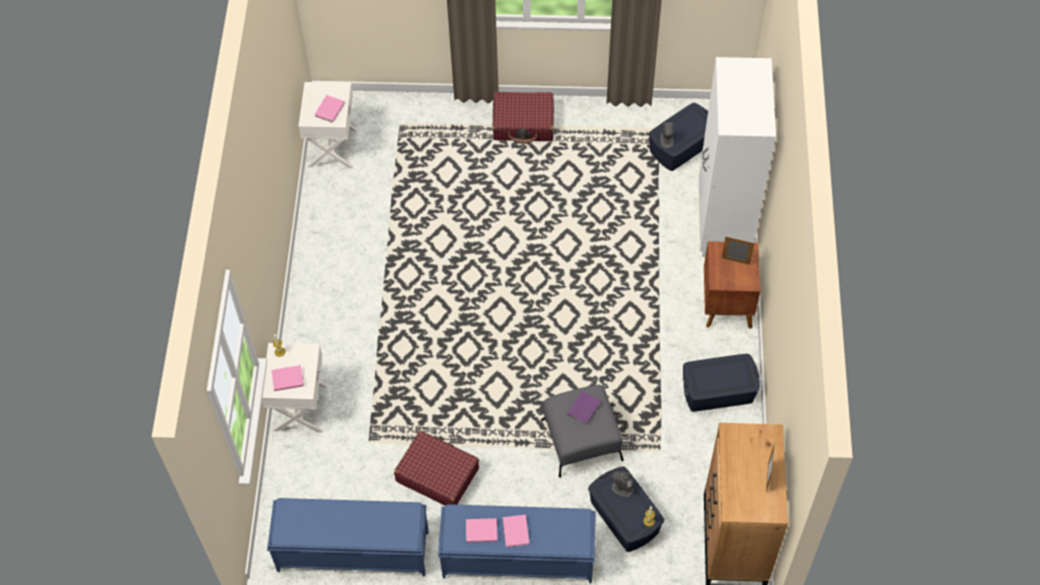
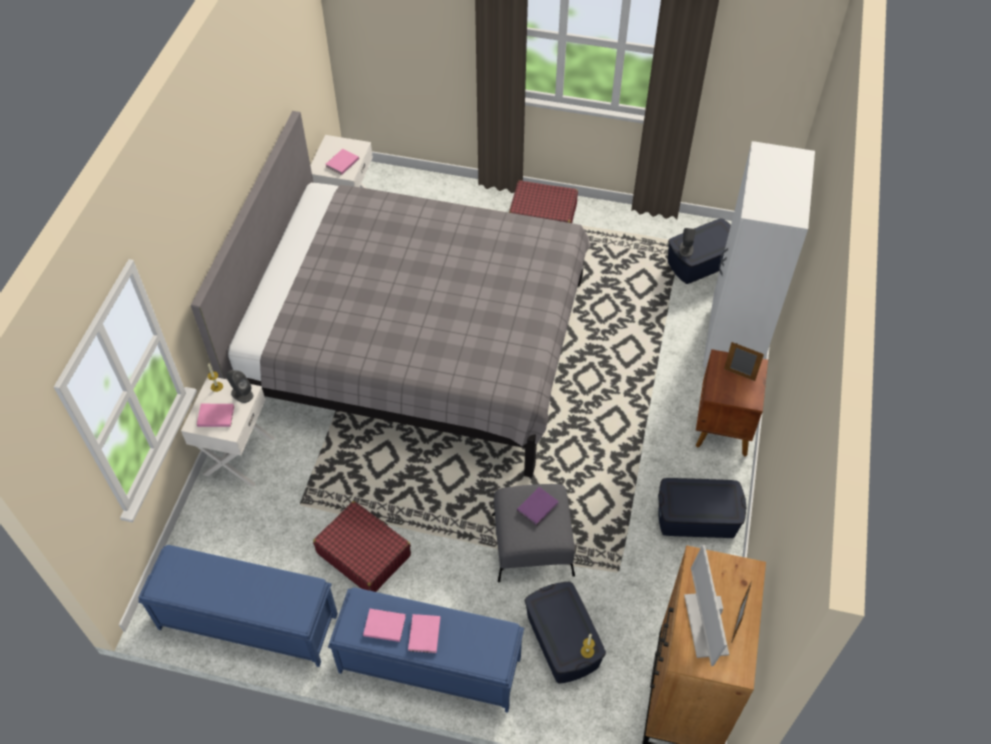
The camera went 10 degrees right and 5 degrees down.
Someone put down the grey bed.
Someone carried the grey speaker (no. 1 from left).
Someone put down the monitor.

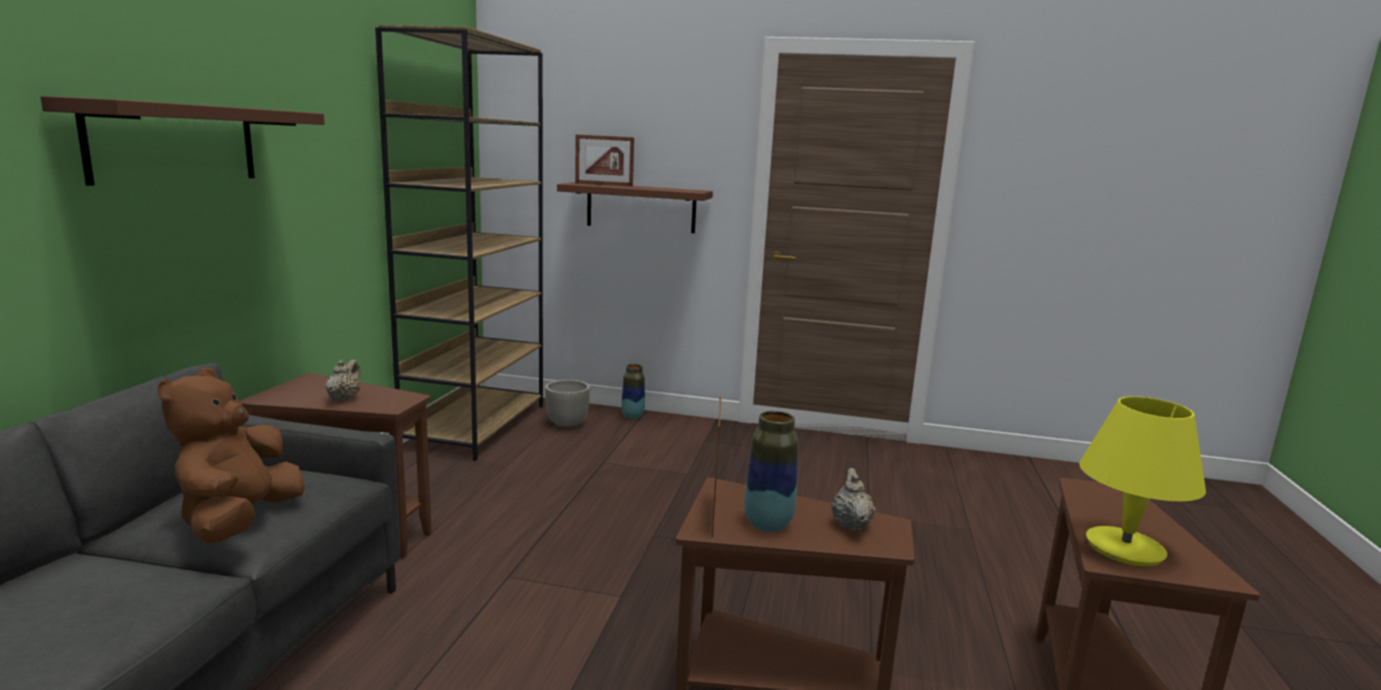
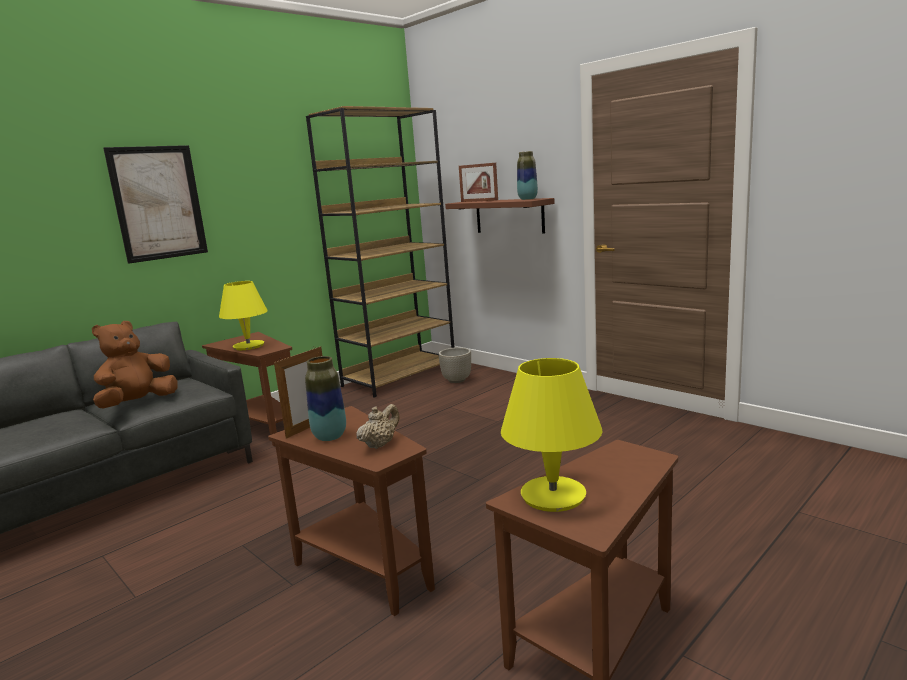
The camera went 35 degrees right and 0 degrees up.
Someone swapped the brown shelf (no. 1 from left) for the picture.
Someone swapped the beige teapot (no. 1 from left) for the yellow table lamp (no. 1 from left).
Someone carried the vase (no. 1 from left in the first image).

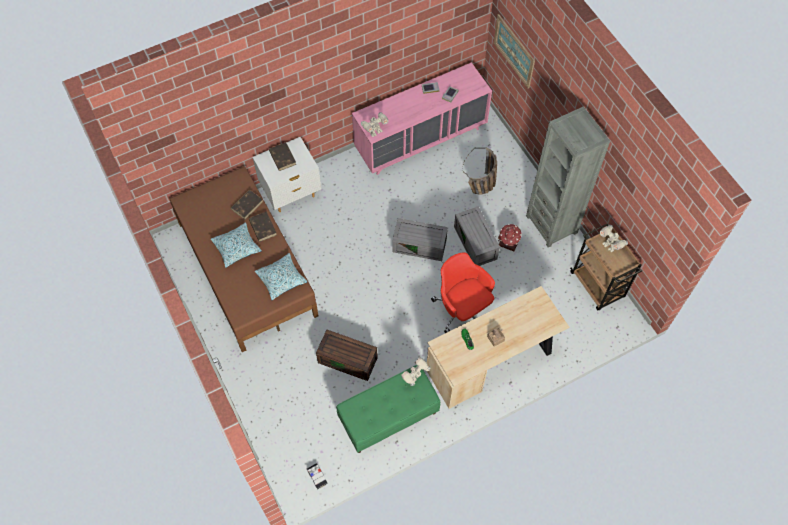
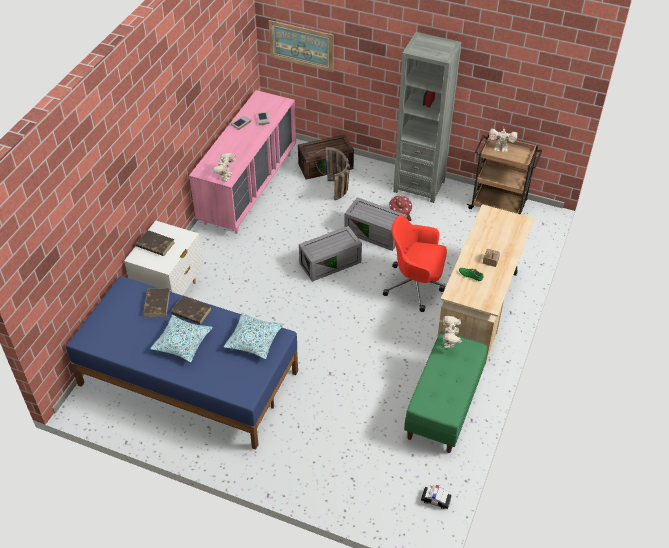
The camera went 40 degrees left and 15 degrees down.
Someone repainted the brown bed, which became the blue bed.
Someone carried the brown storage box.

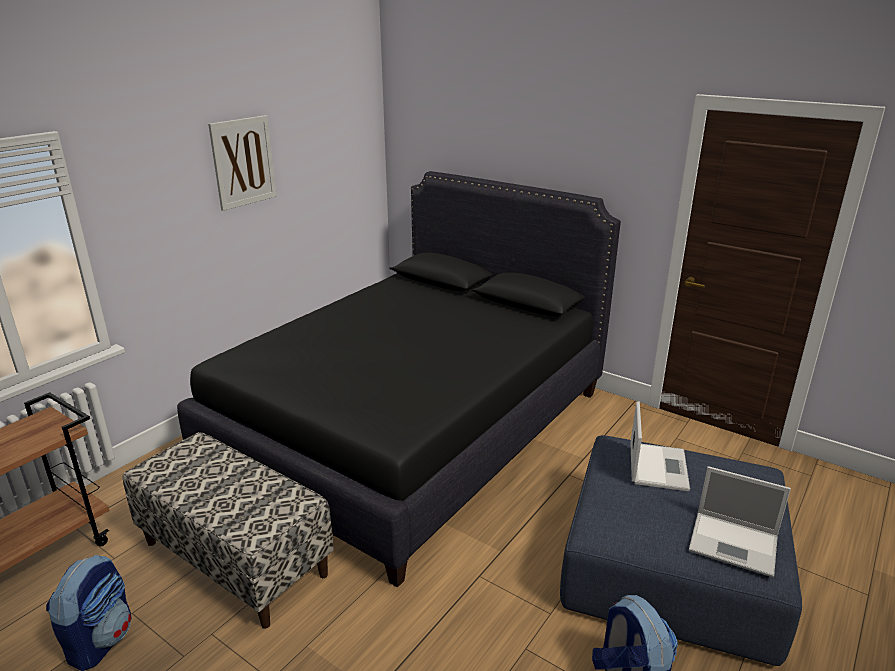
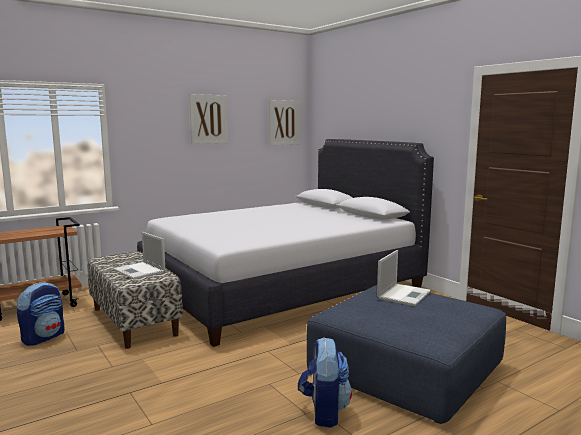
The camera went 20 degrees right and 15 degrees down.
Someone carried the laptop (no. 2 from left in the first image).
Someone repainted the black bed, which became the white bed.
Someone put up the picture (no. 2 from left).

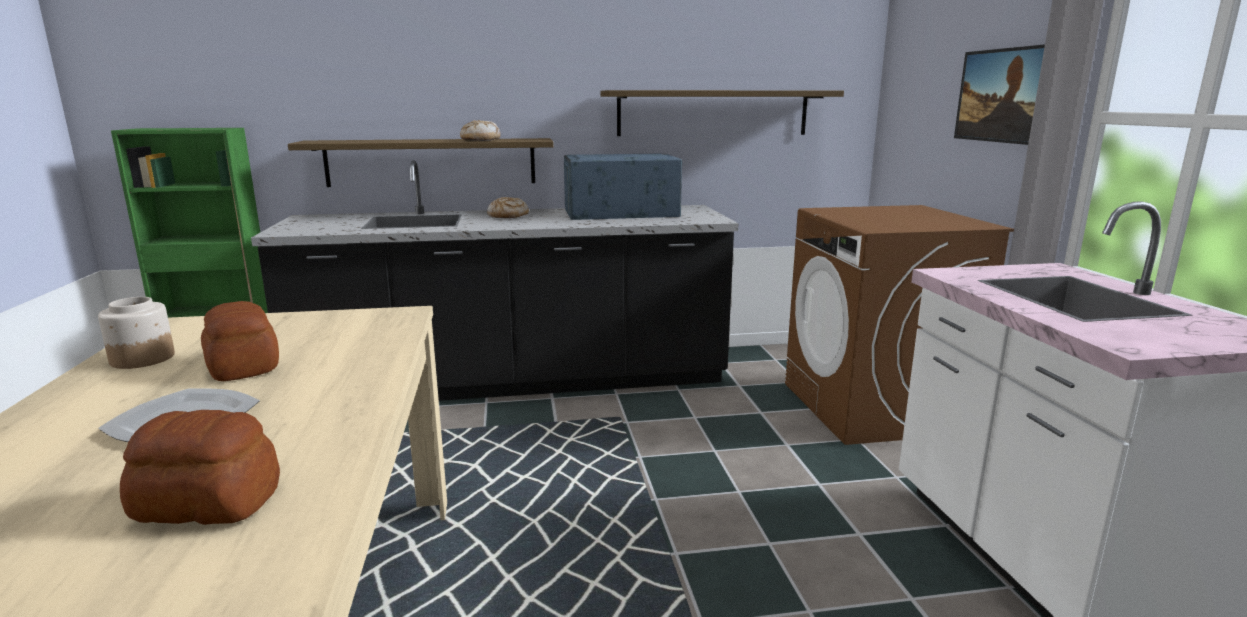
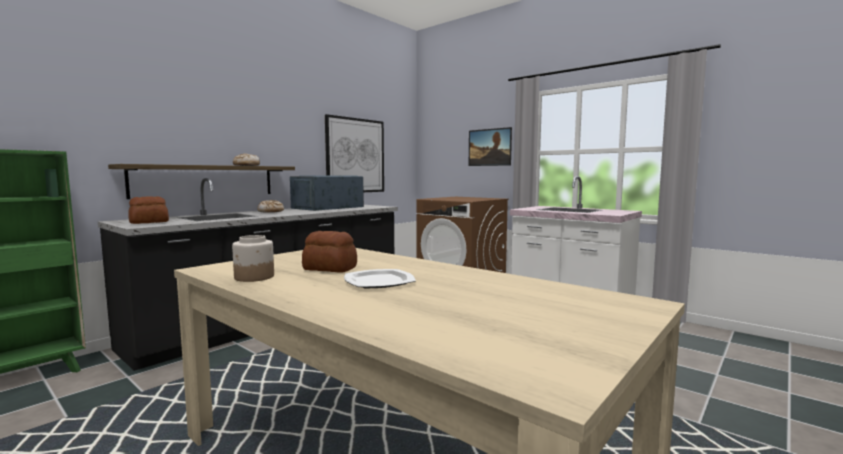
The camera went 40 degrees left and 10 degrees down.
Someone carried the bread (no. 1 from left).
Someone swapped the shelf (no. 2 from left) for the picture (no. 1 from left).

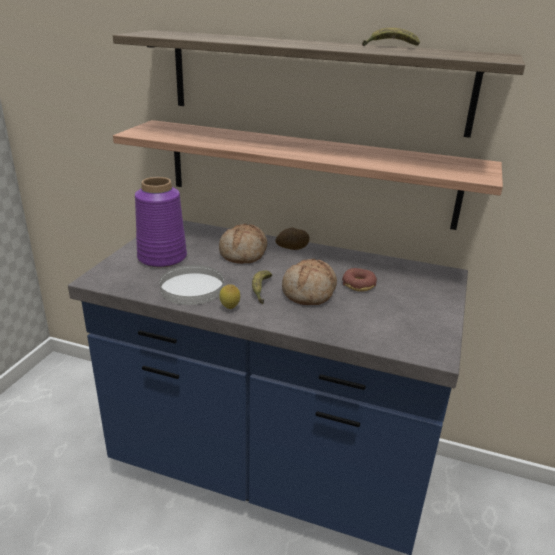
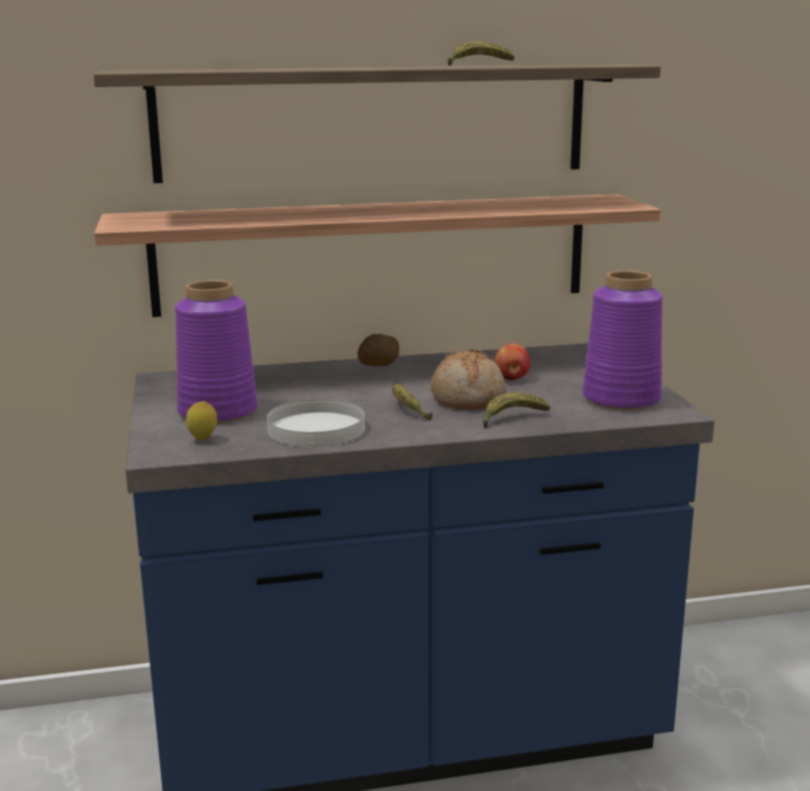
The camera went 30 degrees left and 10 degrees down.
Someone carried the lemon.
Someone put down the banana (no. 3 from left).
Someone swapped the donut for the apple.
Someone put down the purple vase (no. 2 from left).
Someone took away the bread (no. 1 from left).

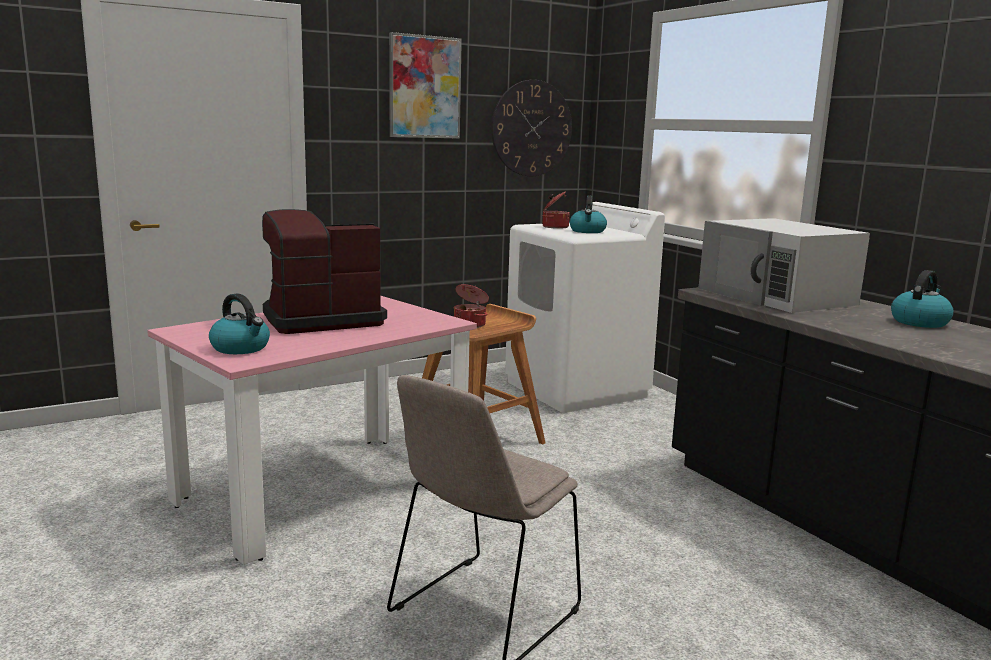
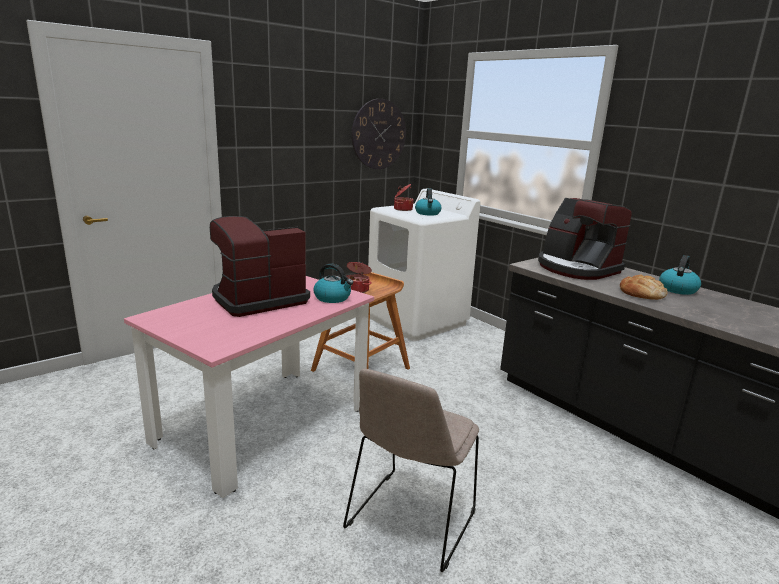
The camera went 10 degrees left and 5 degrees up.
Someone carried the kettle (no. 1 from left).
Someone swapped the white microwave for the coffee machine (no. 2 from left).
Someone put down the bread.
Someone took away the picture.

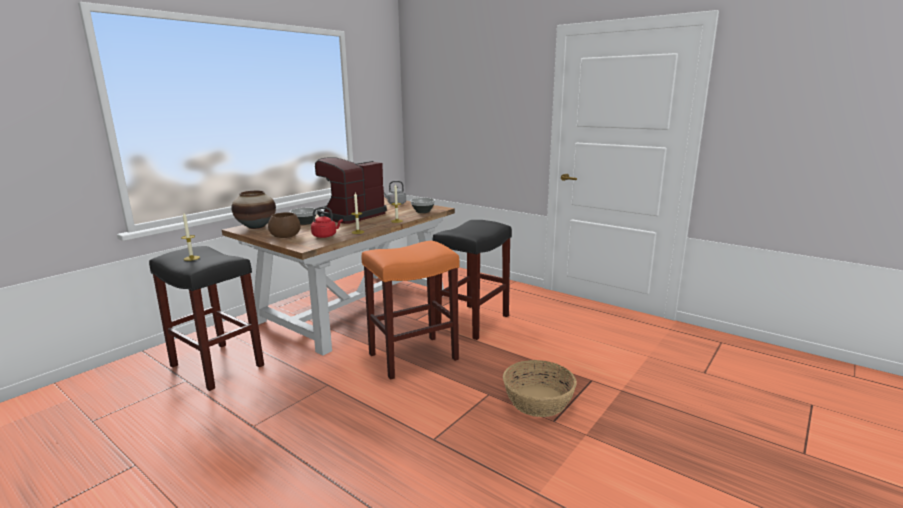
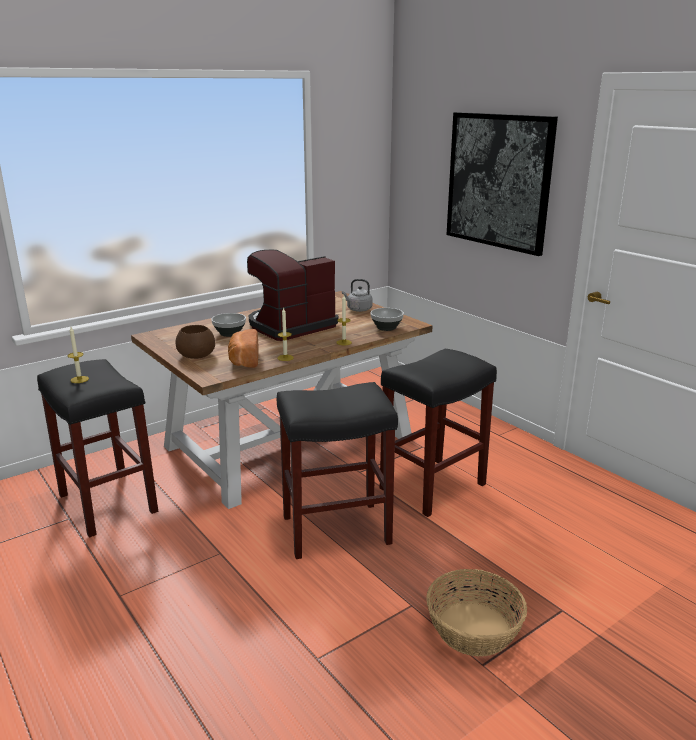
The camera went 15 degrees right and 5 degrees up.
Someone swapped the red kettle for the bread.
Someone repainted the orange stool, which became the black stool (no. 2 from left).
Someone put up the picture.
Someone took away the vase.

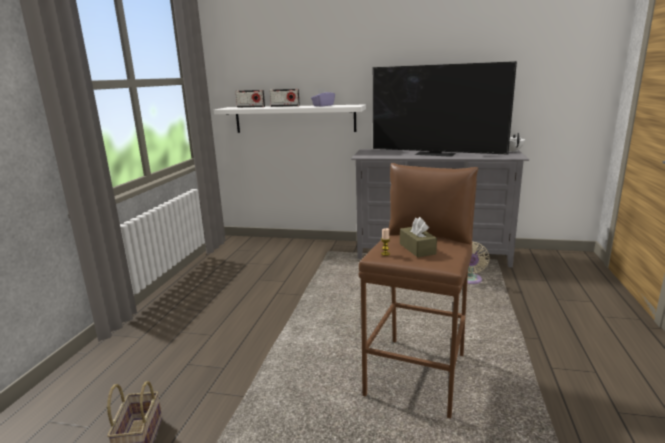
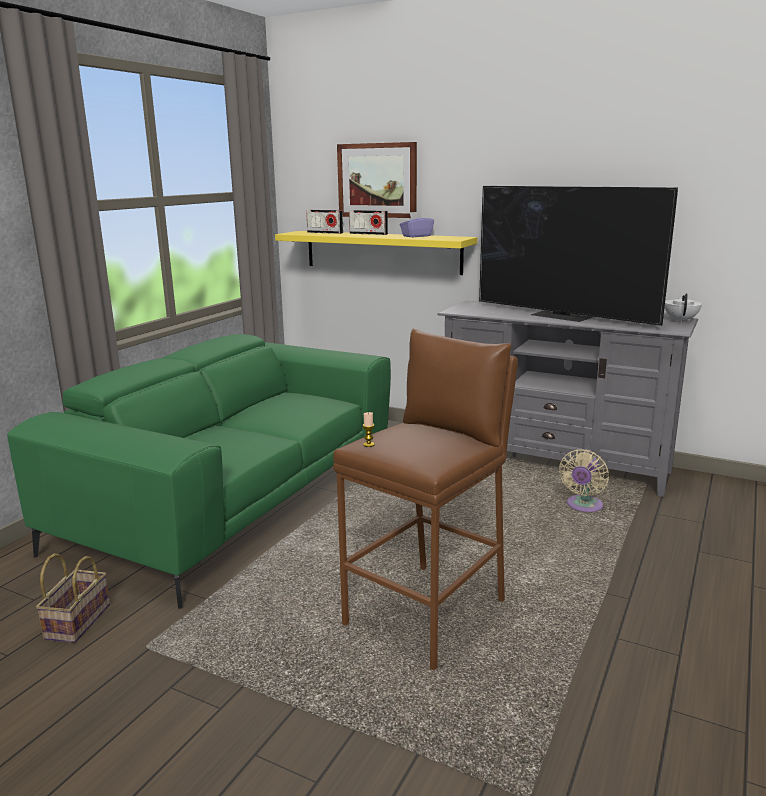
The camera went 15 degrees right and 0 degrees up.
Someone put down the green sofa.
Someone repainted the white shelf, which became the yellow shelf.
Someone put up the picture.
Someone took away the brown tissue box.

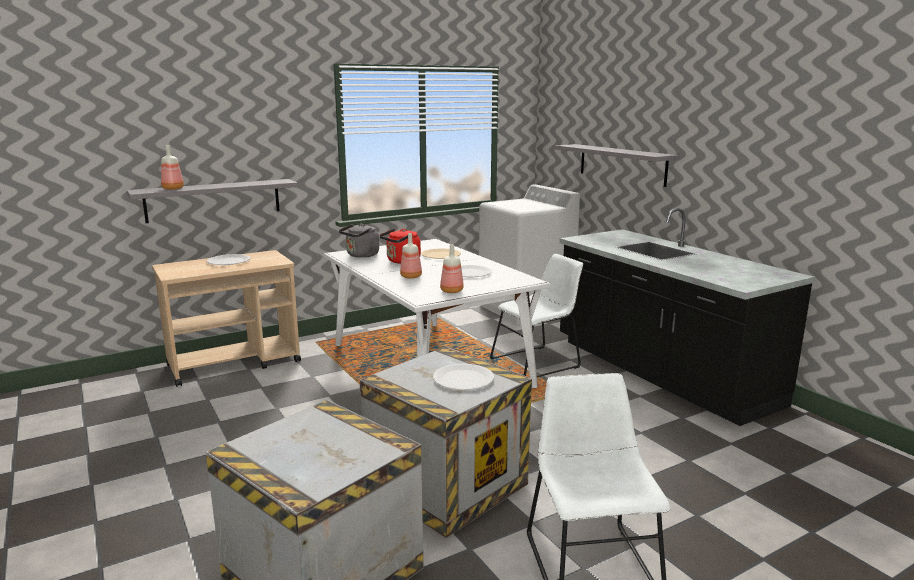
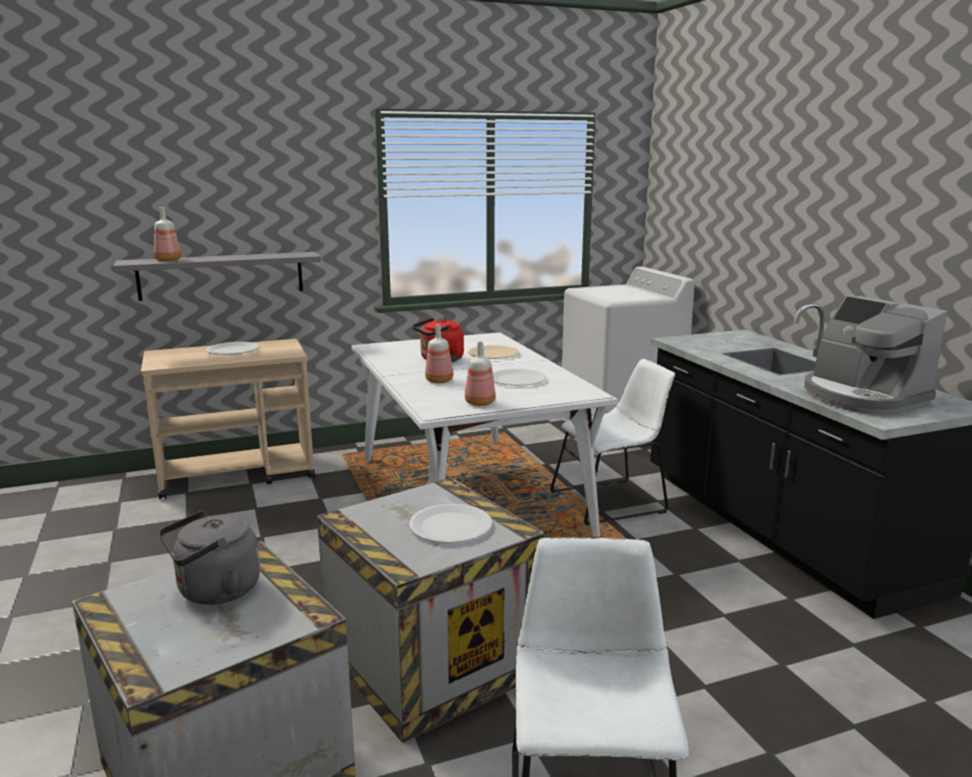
The camera went 10 degrees right and 0 degrees up.
Someone carried the grey kettle.
Someone put down the coffee machine.
Someone took away the grey shelf (no. 2 from left).

